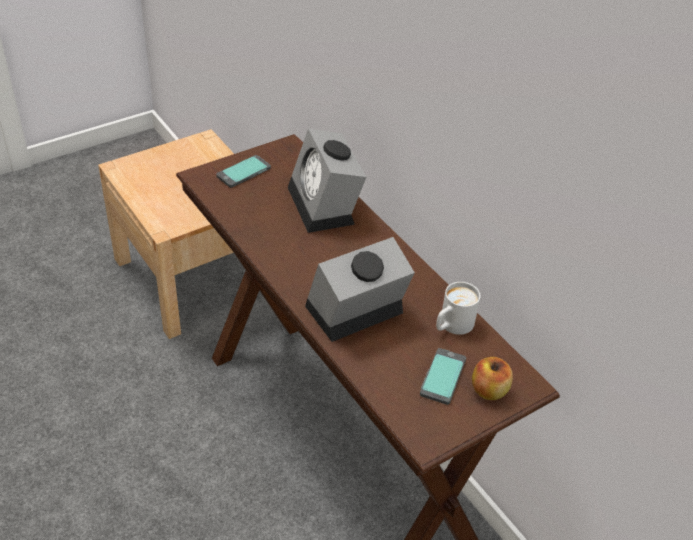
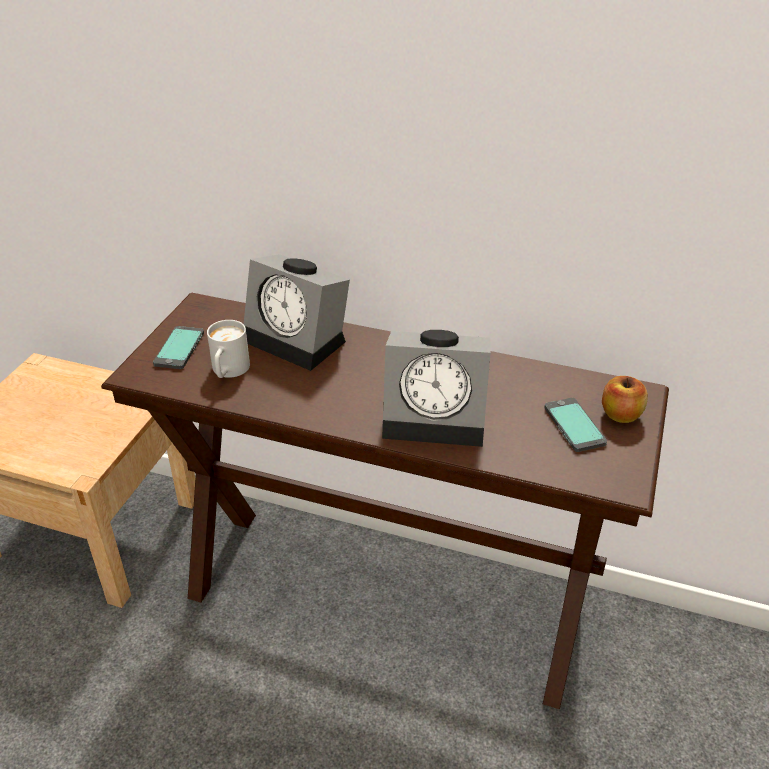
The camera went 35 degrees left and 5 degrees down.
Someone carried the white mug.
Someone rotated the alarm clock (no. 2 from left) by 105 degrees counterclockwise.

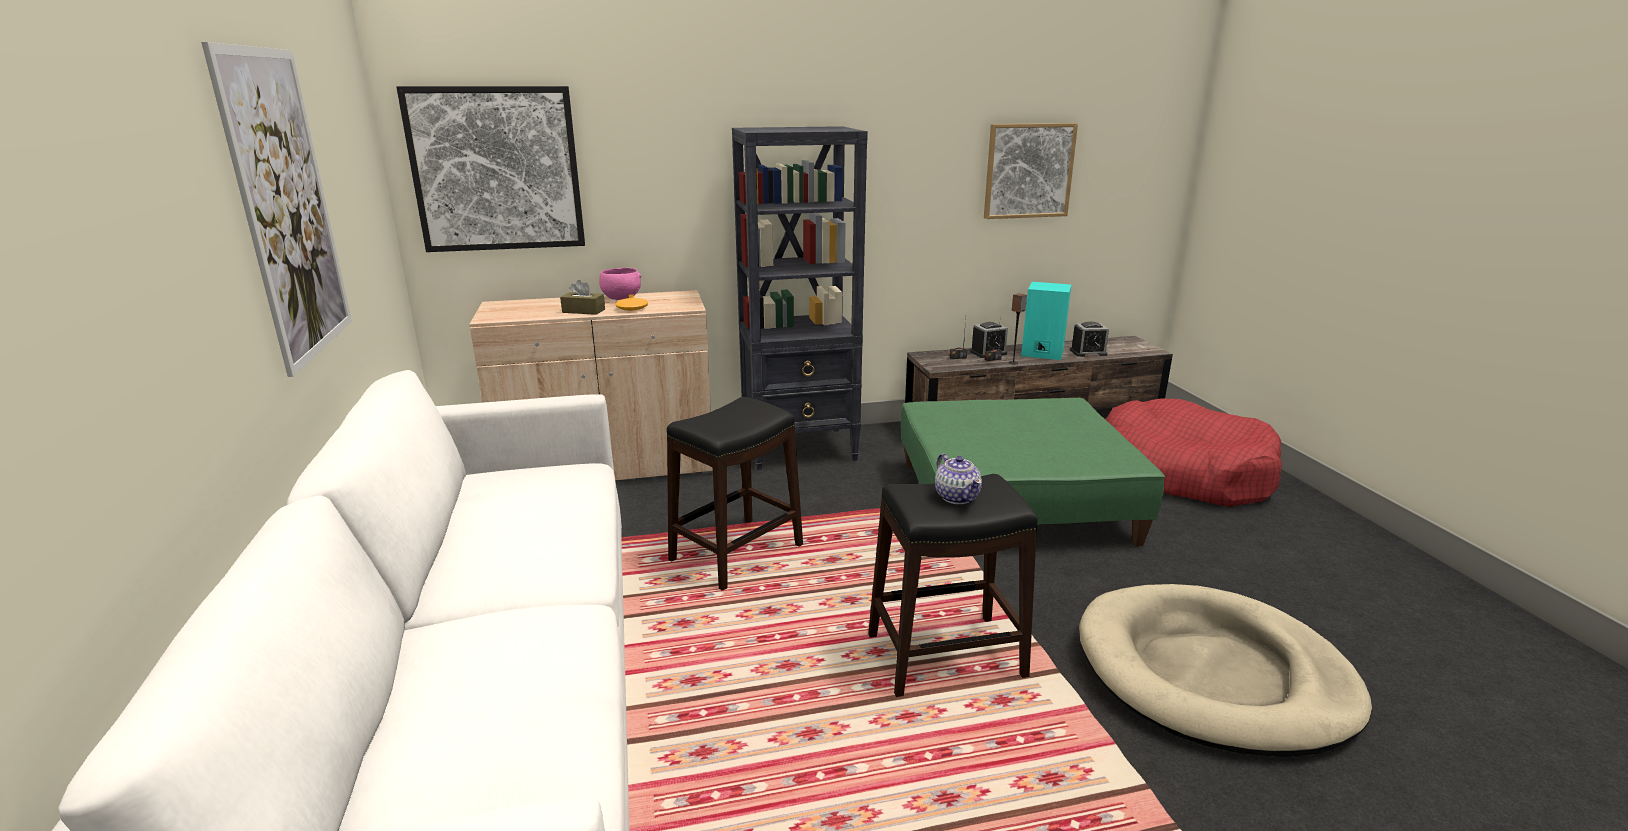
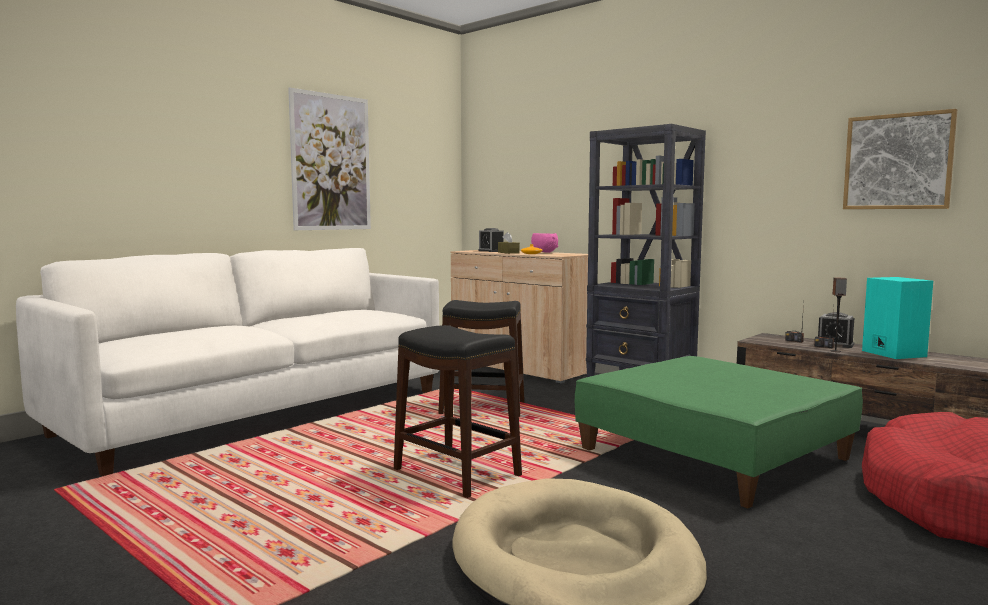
The camera went 55 degrees right and 15 degrees down.
Someone carried the alarm clock (no. 2 from left in the first image).
Someone took away the picture (no. 2 from left).
Someone took away the teapot.

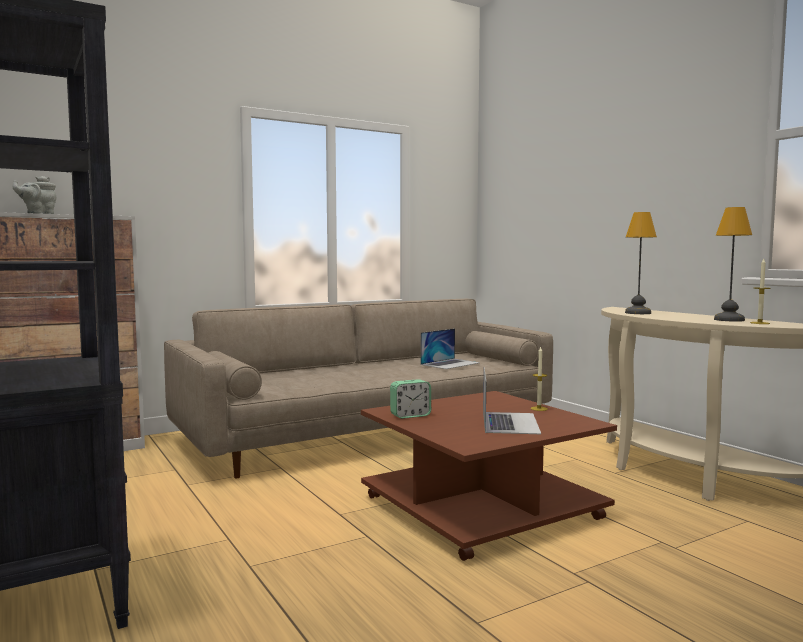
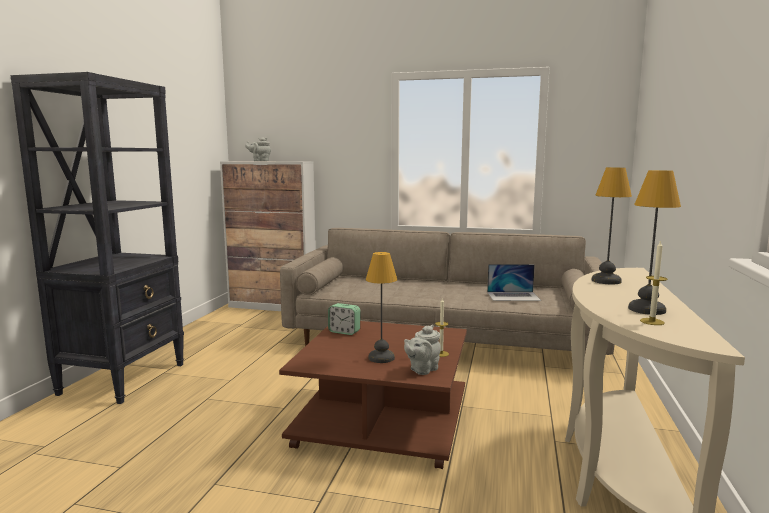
The camera went 45 degrees right and 5 degrees up.
Someone swapped the laptop (no. 2 from left) for the table lamp (no. 1 from left).
Someone put down the grey teapot (no. 2 from left).

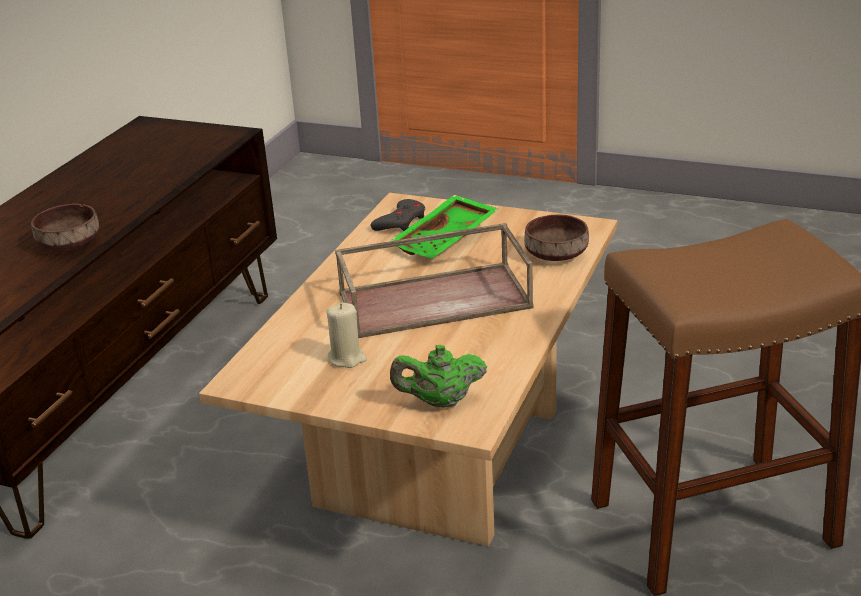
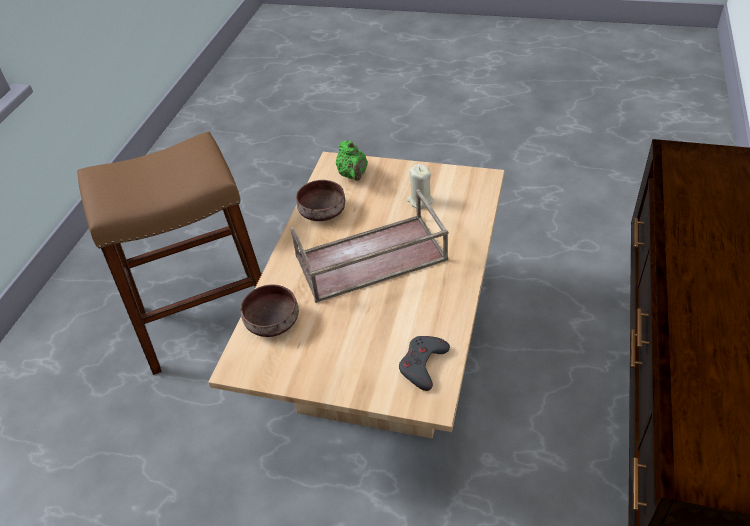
The camera went 175 degrees right and 15 degrees up.
Someone carried the brown bowl (no. 1 from left in the first image).
Someone rotated the green teapot by 90 degrees clockwise.
Someone took away the green tray.

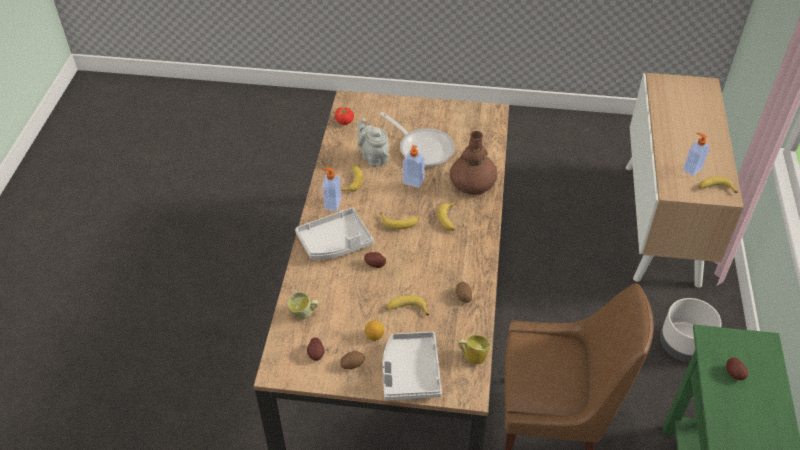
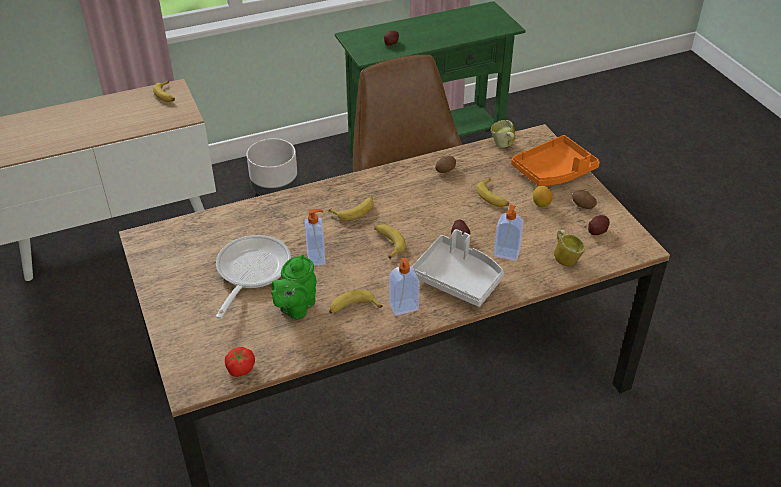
The camera went 120 degrees left and 5 degrees down.
Someone repainted the grey teapot, which became the green teapot.
Someone carried the soap dispenser (no. 3 from left).
Someone repainted the grey tray (no. 2 from left), which became the orange tray.
Someone took away the brown vase.

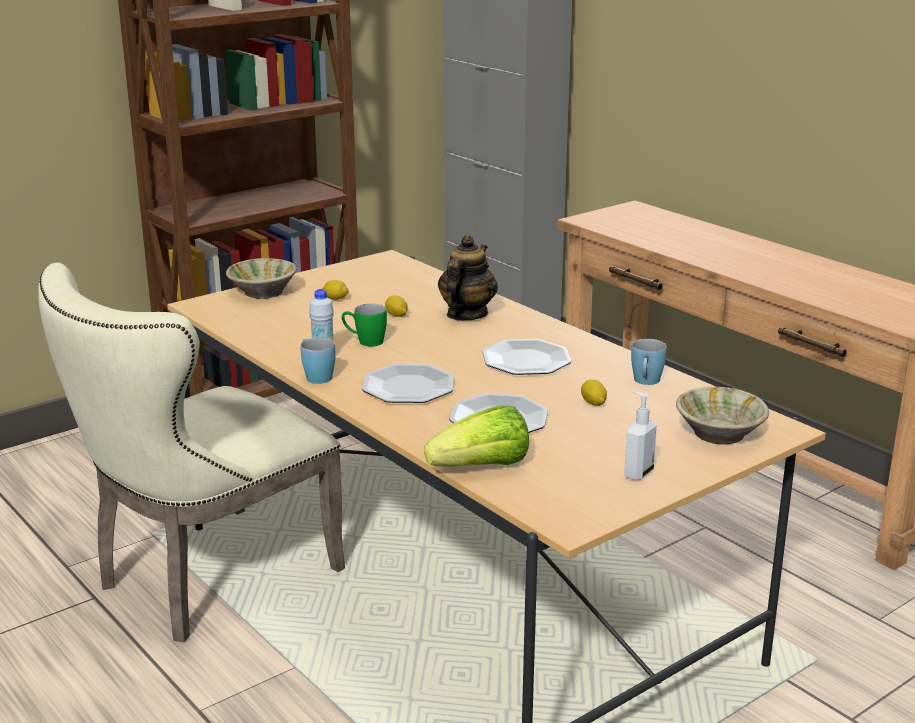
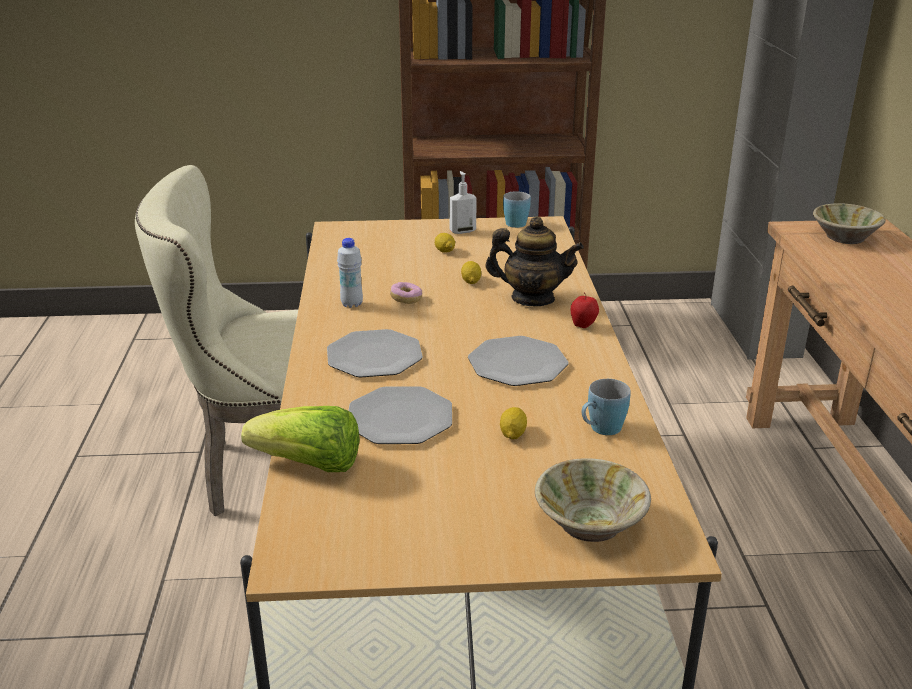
The camera went 35 degrees right and 5 degrees up.
Someone swapped the green mug for the donut.
Someone carried the soap dispenser.
Someone rotated the teapot by 45 degrees clockwise.
Someone carried the blue mug (no. 1 from left).
Someone put down the apple.
Someone carried the beige bowl (no. 1 from left in the first image).

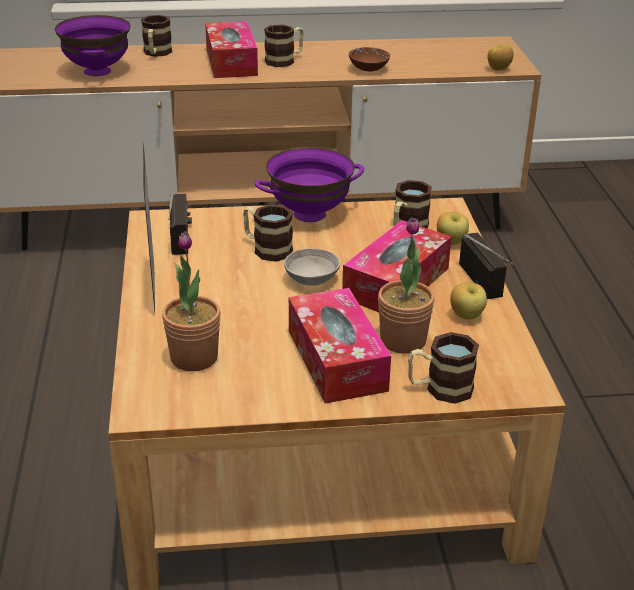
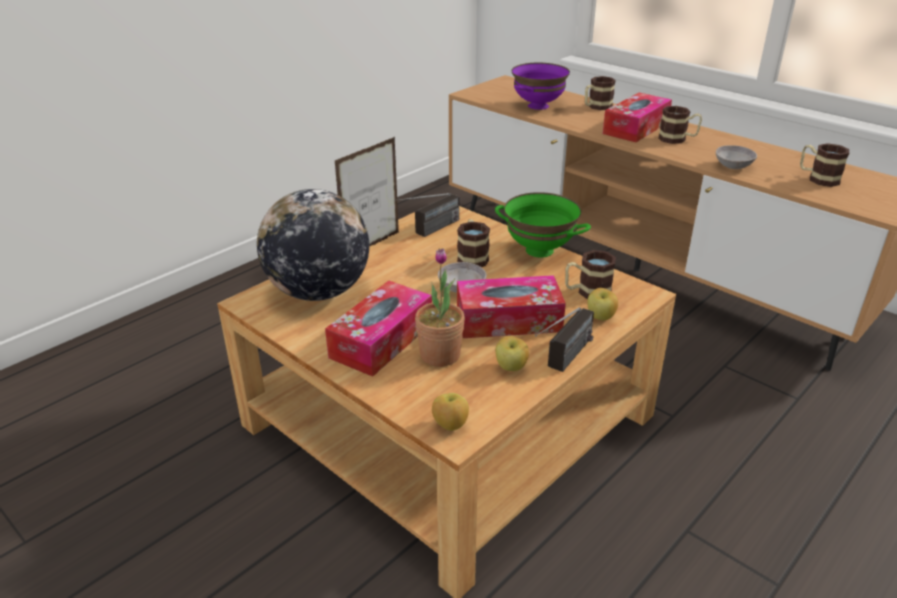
The camera went 50 degrees right and 0 degrees up.
Someone swapped the potted plant (no. 1 from left) for the globe.
Someone carried the apple (no. 3 from left in the first image).
Someone repainted the purple bowl (no. 2 from left), which became the green bowl.
Someone repainted the brown bowl, which became the grey bowl (no. 2 from left).
Someone carried the mug (no. 5 from left).

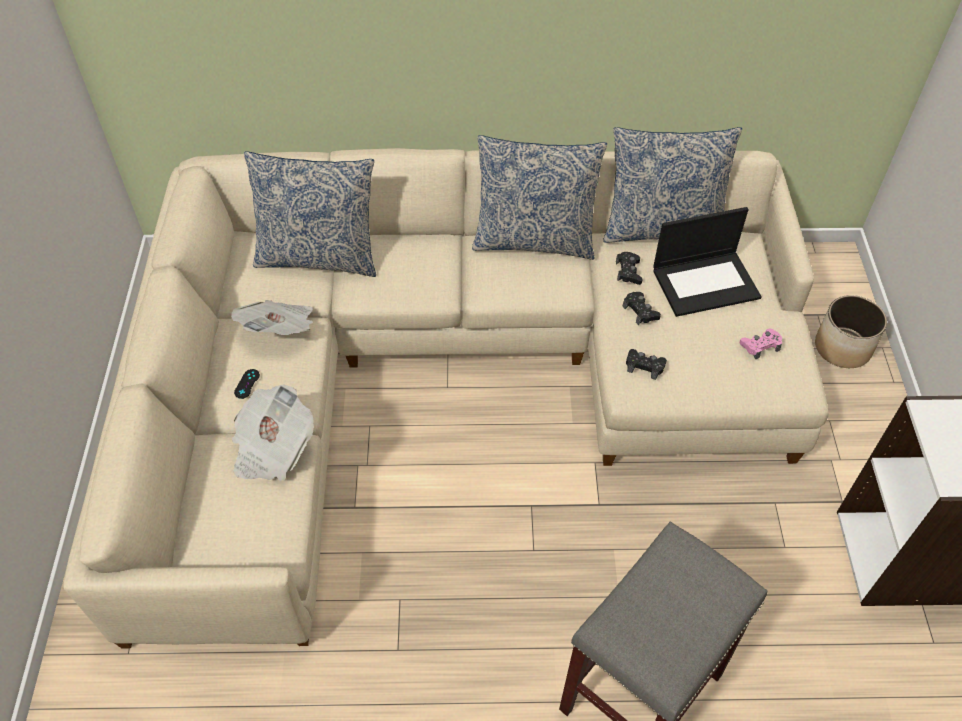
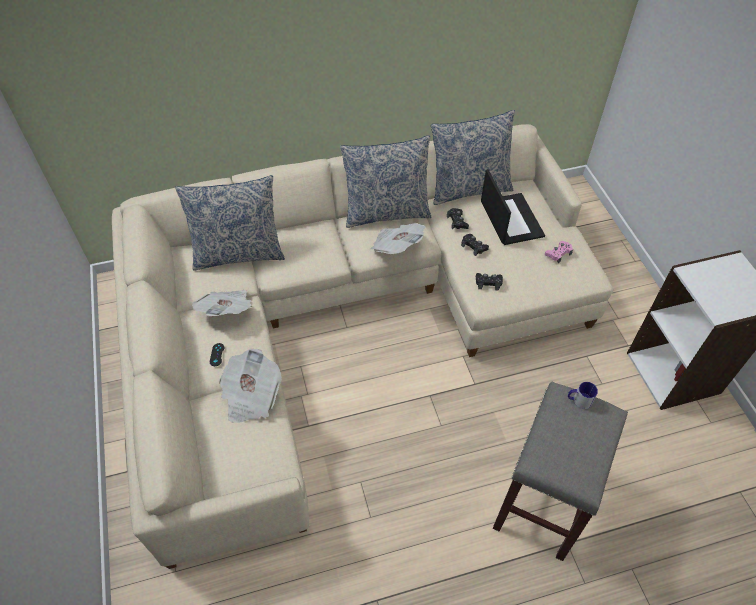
The camera went 15 degrees left and 0 degrees up.
Someone put down the newspaper (no. 3 from left).
Someone rotated the laptop by 75 degrees counterclockwise.
Someone put down the mug.
Someone took away the planter.

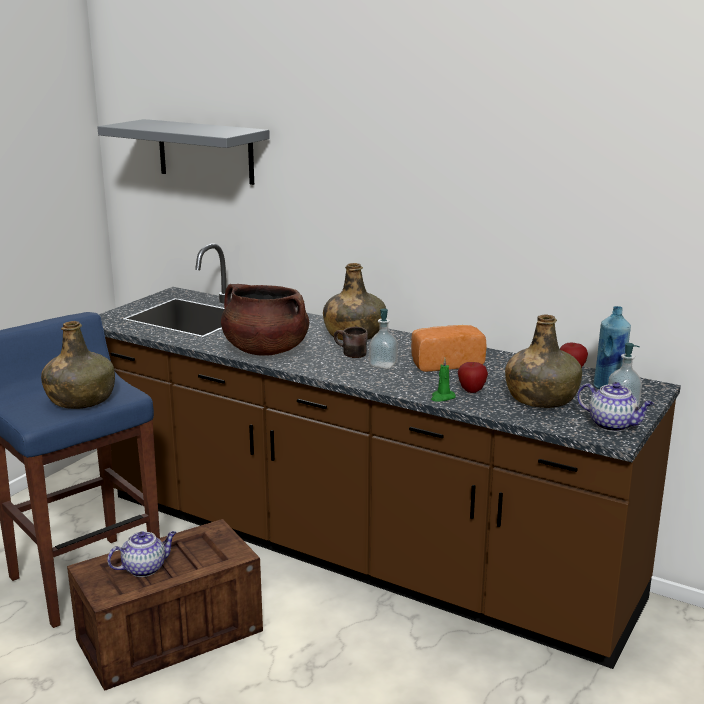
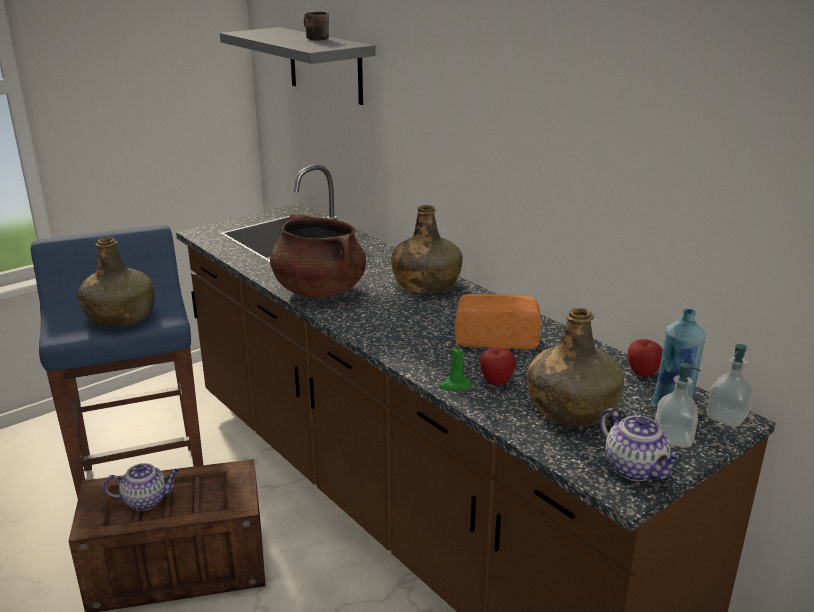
The camera went 20 degrees right and 5 degrees up.
Someone carried the brown mug.
Someone carried the soap dispenser (no. 1 from left in the first image).

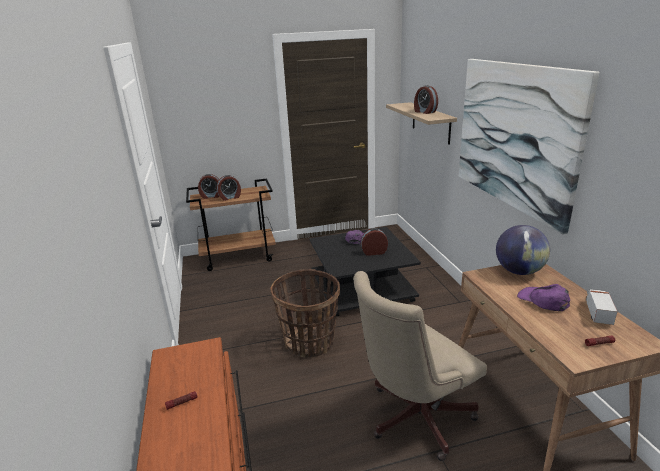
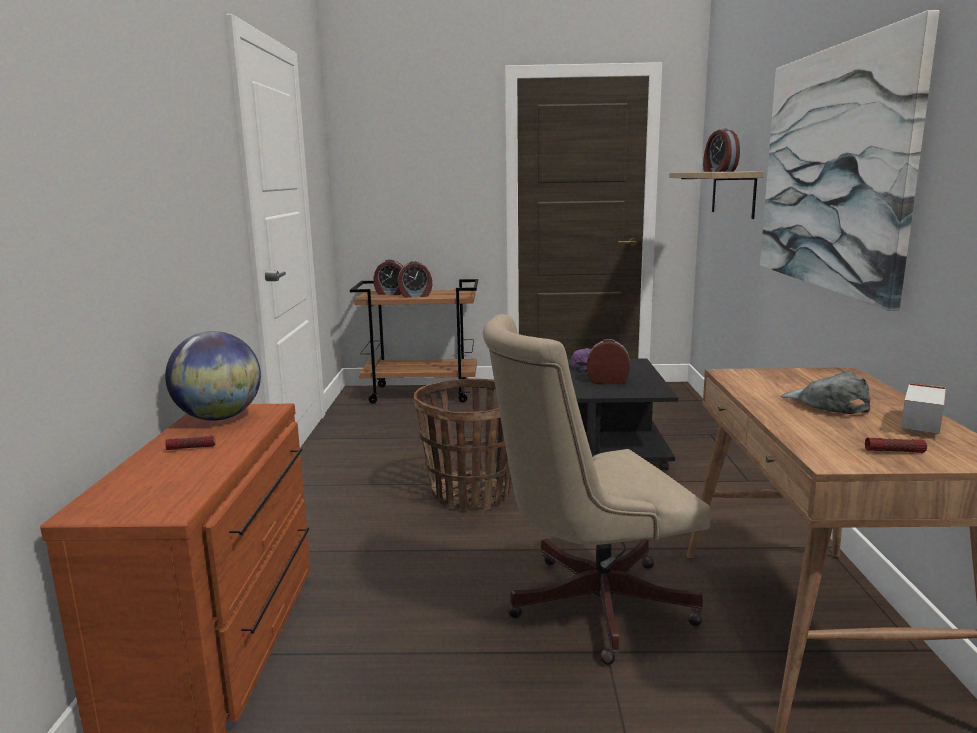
The camera went 15 degrees right and 10 degrees down.
Someone carried the globe.
Someone repainted the purple cap (no. 2 from left), which became the grey cap.

